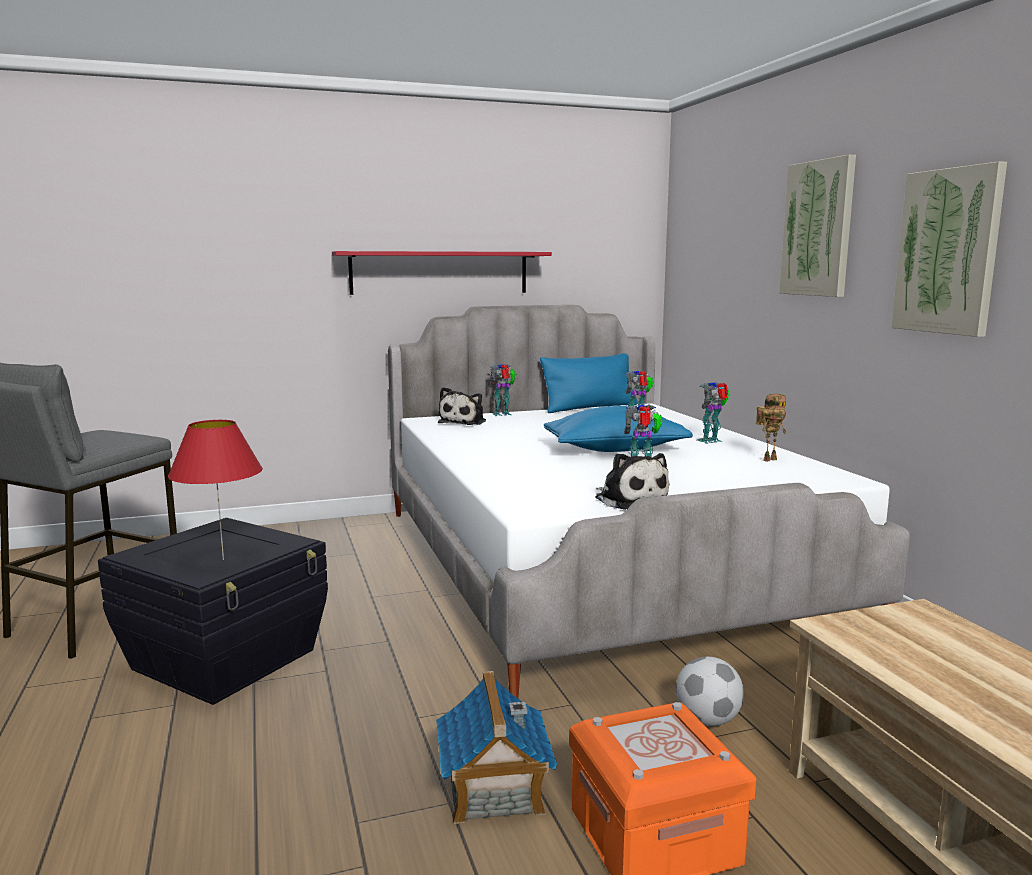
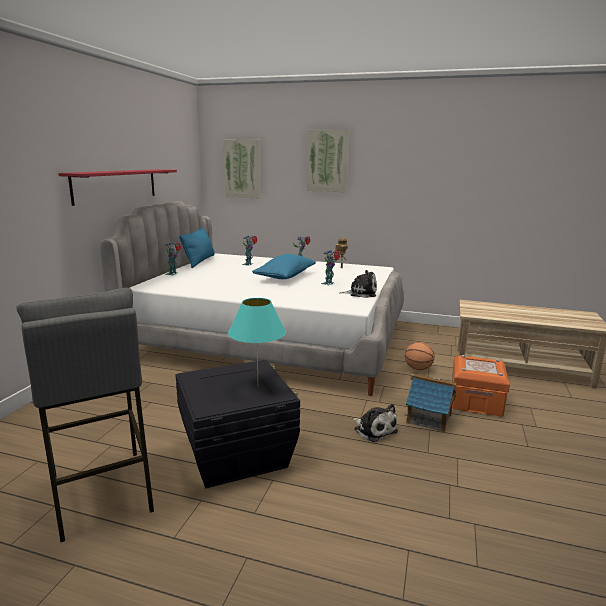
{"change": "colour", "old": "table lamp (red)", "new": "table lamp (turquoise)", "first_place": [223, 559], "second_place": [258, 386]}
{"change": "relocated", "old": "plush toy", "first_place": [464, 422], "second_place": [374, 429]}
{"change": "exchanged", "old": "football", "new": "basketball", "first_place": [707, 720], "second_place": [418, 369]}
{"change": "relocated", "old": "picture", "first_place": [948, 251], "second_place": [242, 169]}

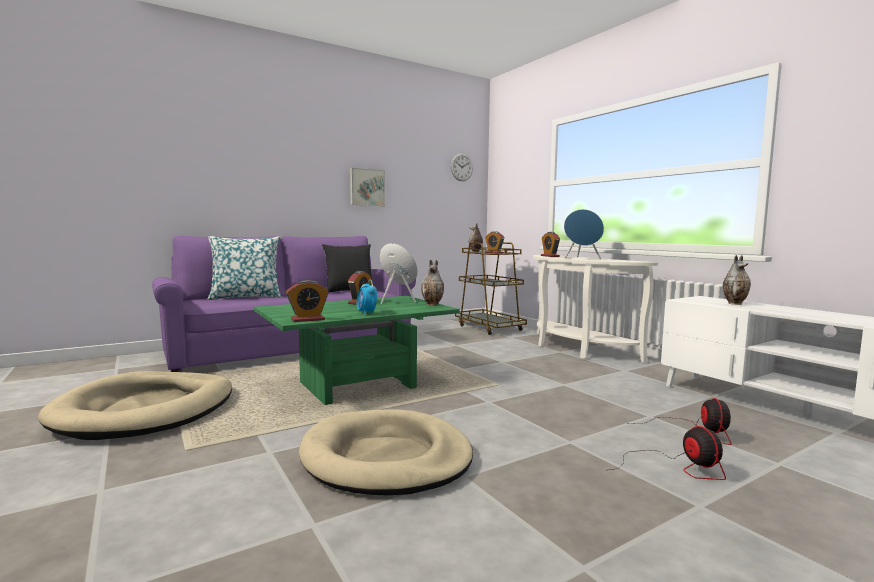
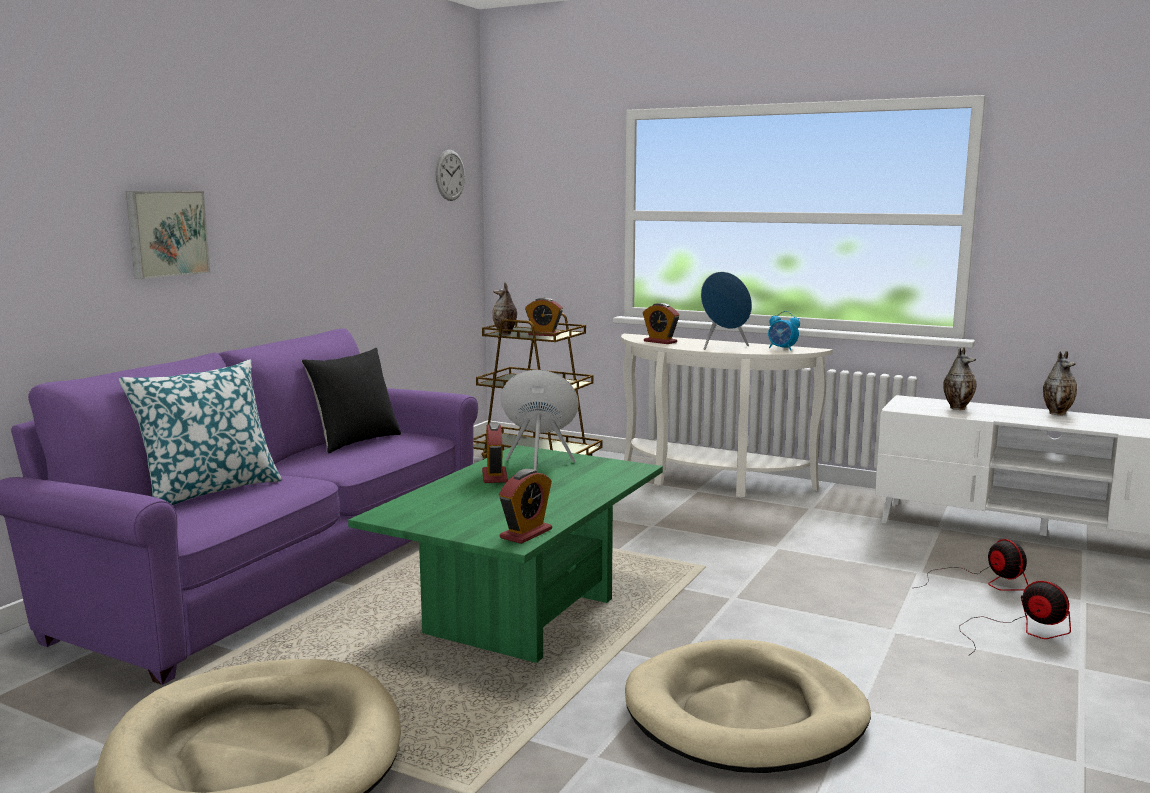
{"change": "relocated", "old": "picture", "first_place": [367, 187], "second_place": [166, 233]}
{"change": "relocated", "old": "alarm clock", "first_place": [366, 313], "second_place": [782, 349]}
{"change": "relocated", "old": "vase", "first_place": [433, 304], "second_place": [1057, 413]}

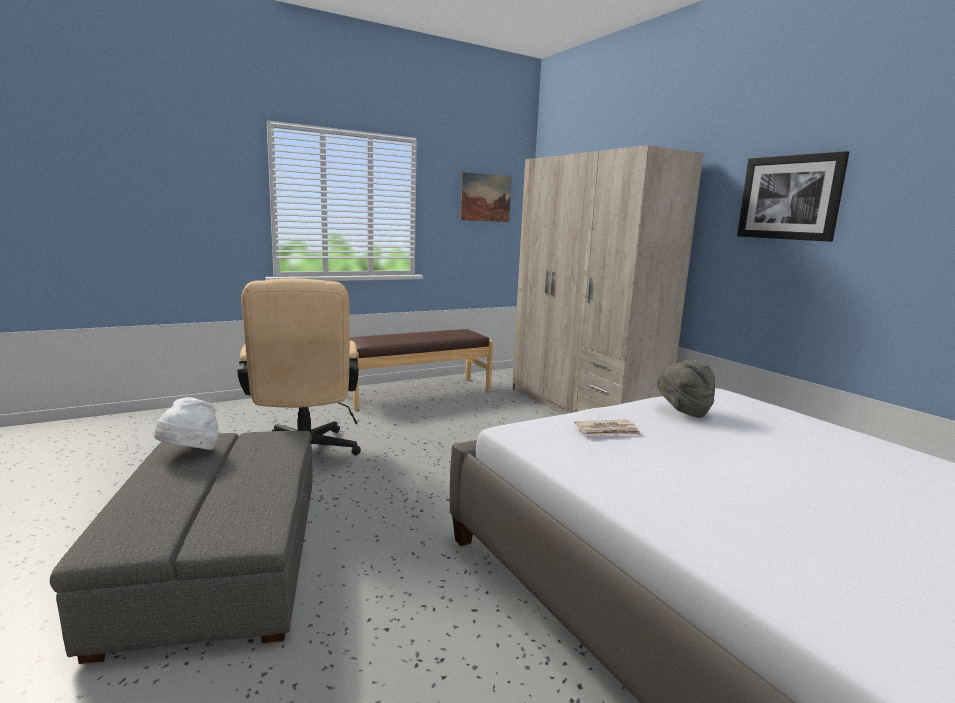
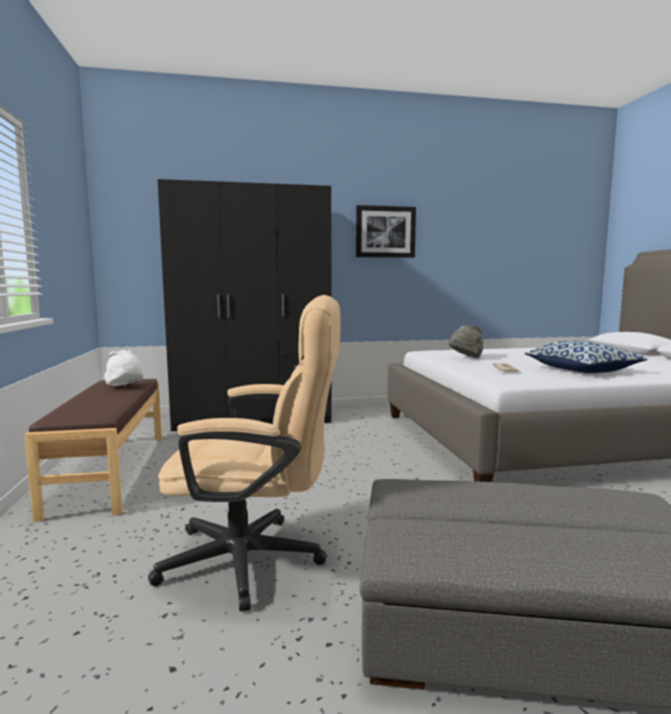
{"change": "relocated", "old": "hat (white)", "first_place": [190, 453], "second_place": [126, 387]}
{"change": "missing", "old": "picture", "first_place": [486, 197]}
{"change": "colour", "old": "wardrobe (beige)", "new": "wardrobe (black)", "first_place": [582, 409], "second_place": [253, 419]}
{"change": "appeared", "new": "pillow", "second_place": [582, 370]}

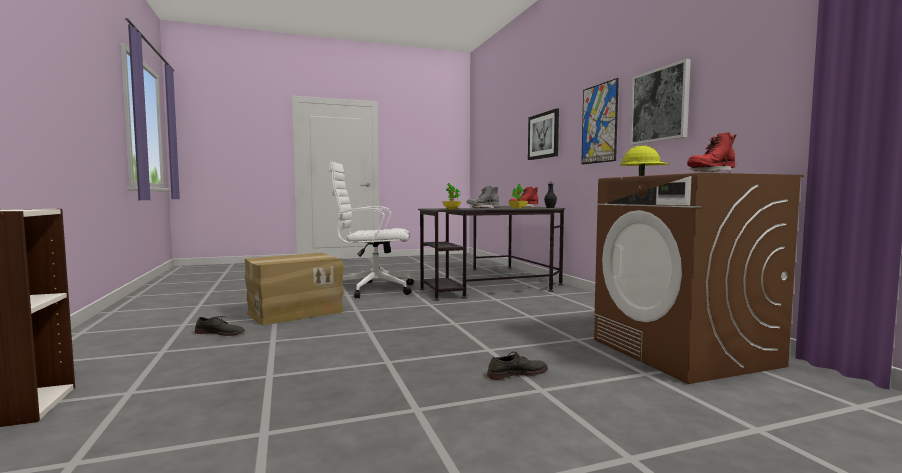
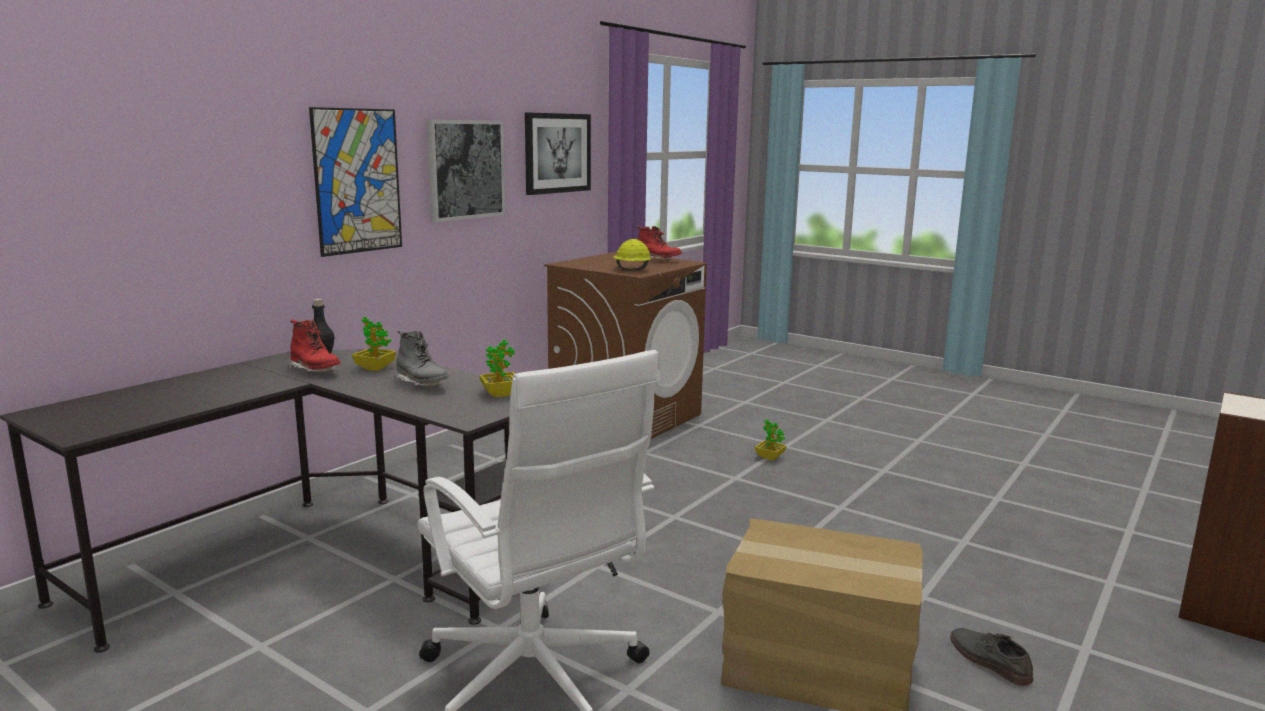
{"change": "exchanged", "old": "shoe (grey)", "new": "potted plant", "first_place": [517, 373], "second_place": [770, 457]}
{"change": "relocated", "old": "picture", "first_place": [543, 135], "second_place": [557, 153]}

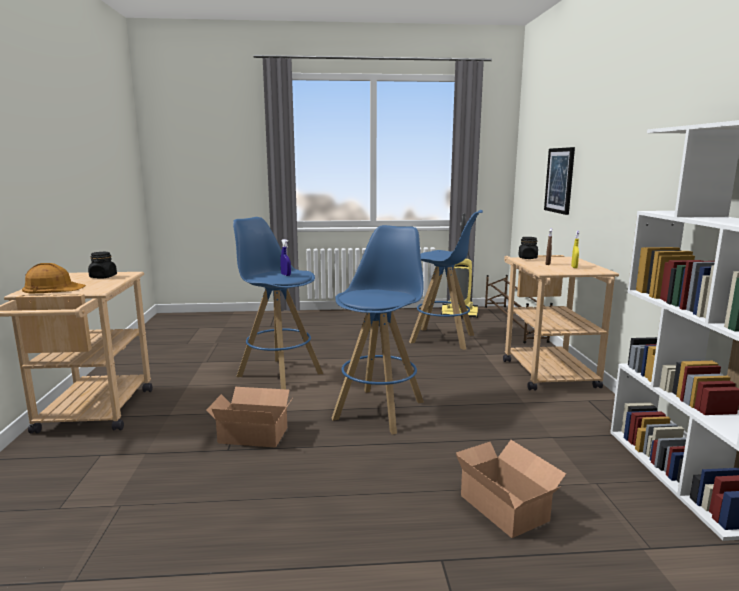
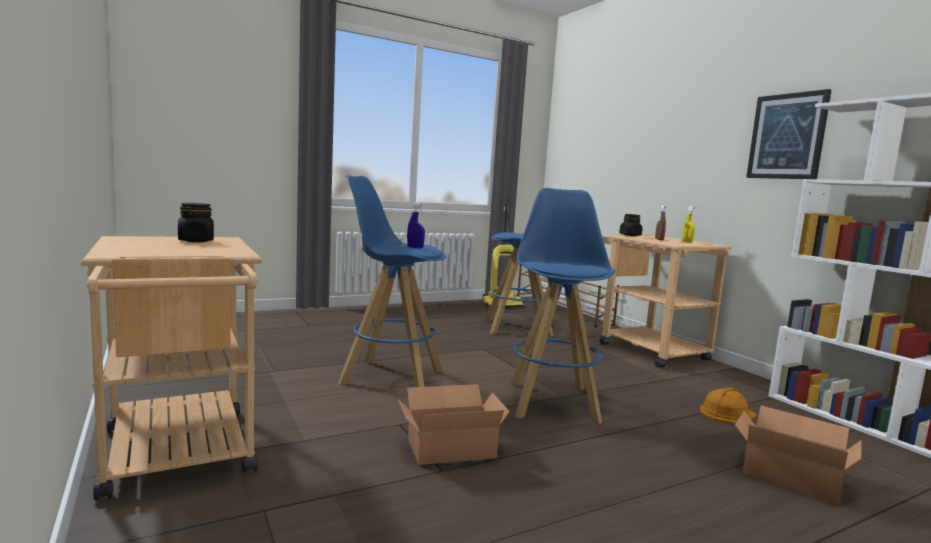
{"change": "relocated", "old": "hard hat (orange)", "first_place": [53, 288], "second_place": [727, 413]}
{"change": "relocated", "old": "picture", "first_place": [559, 180], "second_place": [787, 136]}

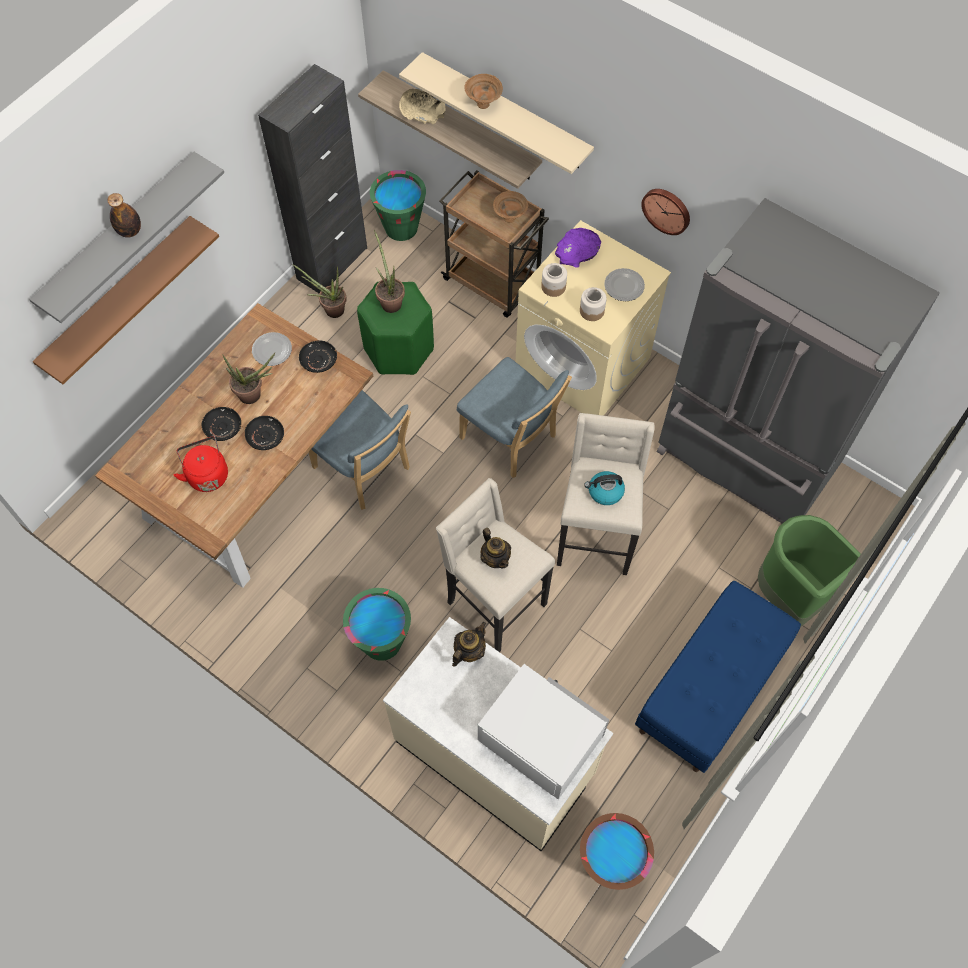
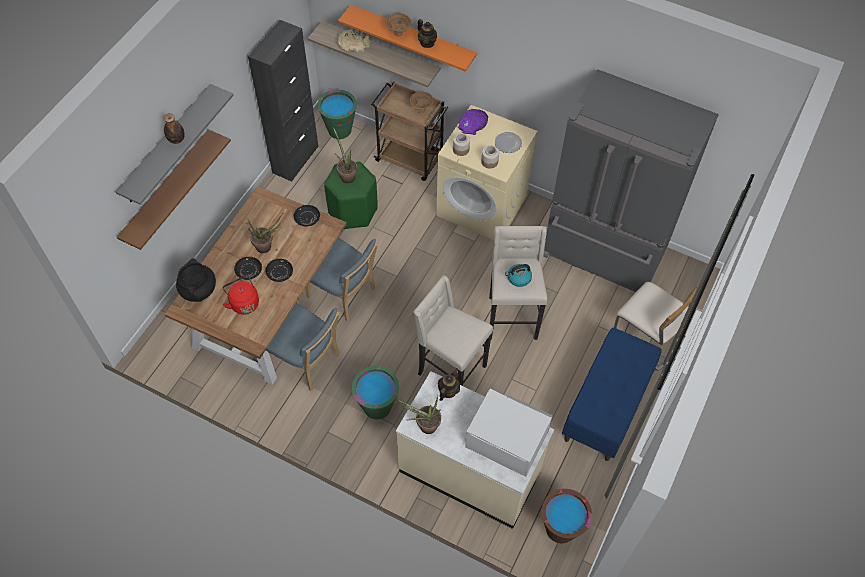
{"change": "missing", "old": "plate", "first_place": [271, 350]}
{"change": "relocated", "old": "potted plant", "first_place": [330, 309], "second_place": [424, 426]}
{"change": "colour", "old": "shelf (beige)", "new": "shelf (orange)", "first_place": [505, 112], "second_place": [413, 38]}
{"change": "relocated", "old": "chair (blue)", "first_place": [511, 439], "second_place": [307, 362]}
{"change": "relocated", "old": "teapot", "first_place": [495, 558], "second_place": [427, 43]}
{"change": "missing", "old": "wall clock", "first_place": [667, 210]}
{"change": "exchanged", "old": "trash can (green)", "new": "chair (beige)", "first_place": [789, 596], "second_place": [648, 338]}
{"change": "appeared", "new": "cooking pot (black)", "second_place": [198, 290]}

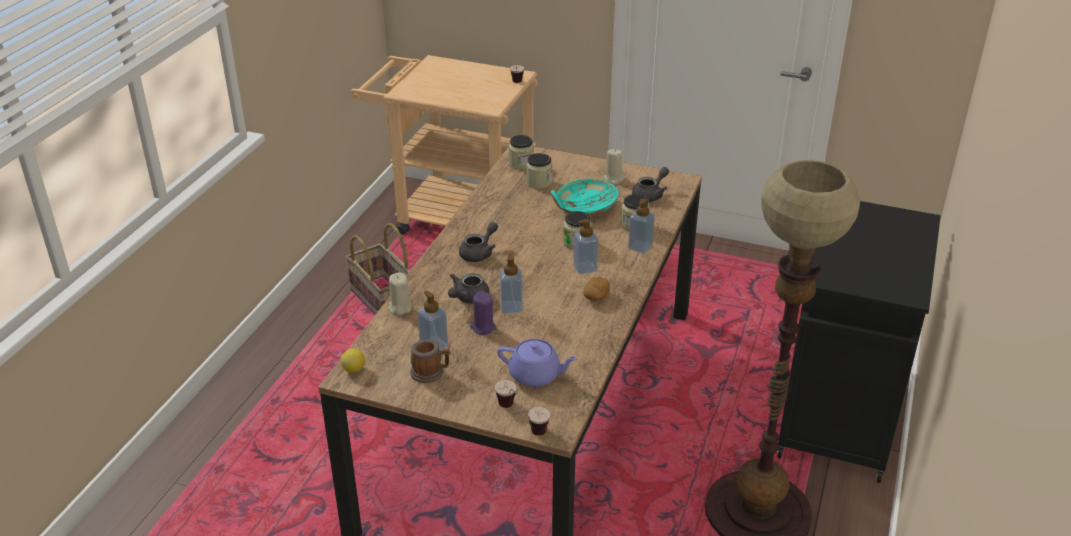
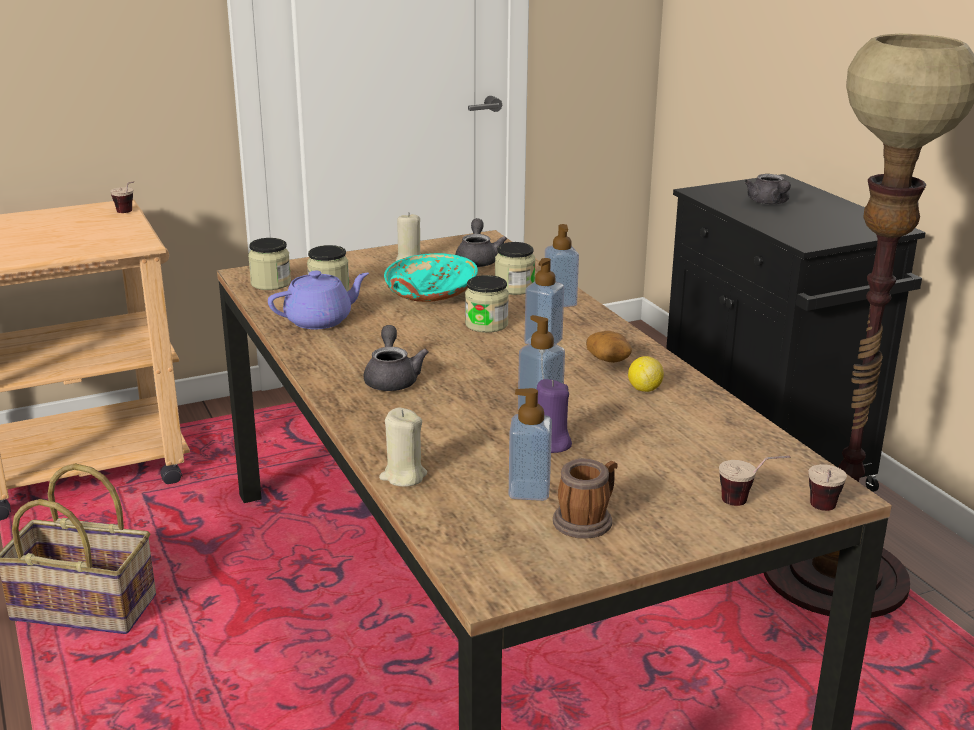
{"change": "relocated", "old": "lemon", "first_place": [354, 369], "second_place": [644, 389]}
{"change": "relocated", "old": "teapot (grey)", "first_place": [468, 298], "second_place": [769, 203]}
{"change": "relocated", "old": "teapot (purple)", "first_place": [536, 375], "second_place": [320, 320]}

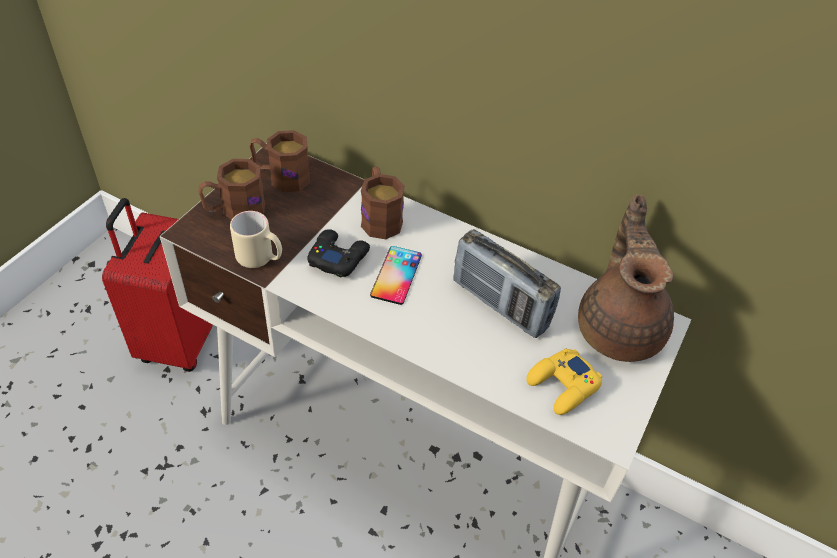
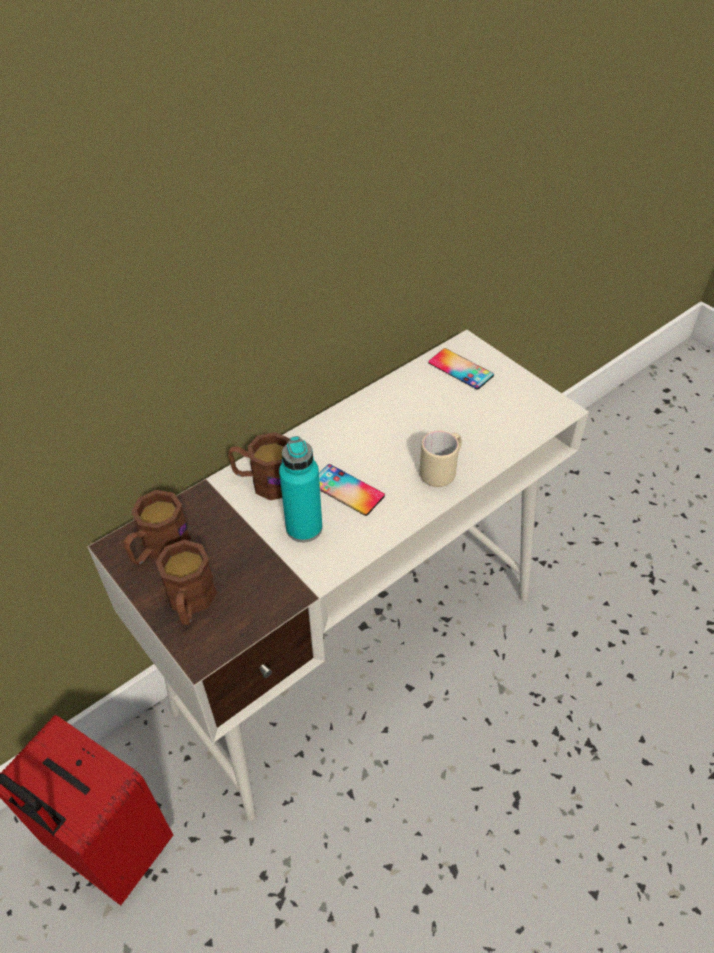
{"change": "relocated", "old": "mug (beige)", "first_place": [260, 259], "second_place": [441, 471]}
{"change": "exchanged", "old": "game controller (black)", "new": "bottle (turquoise)", "first_place": [338, 257], "second_place": [304, 528]}
{"change": "missing", "old": "radio", "first_place": [499, 304]}
{"change": "missing", "old": "game controller (yellow)", "first_place": [562, 386]}
{"change": "exchanged", "old": "teapot (brown)", "new": "phone", "first_place": [619, 327], "second_place": [460, 369]}

